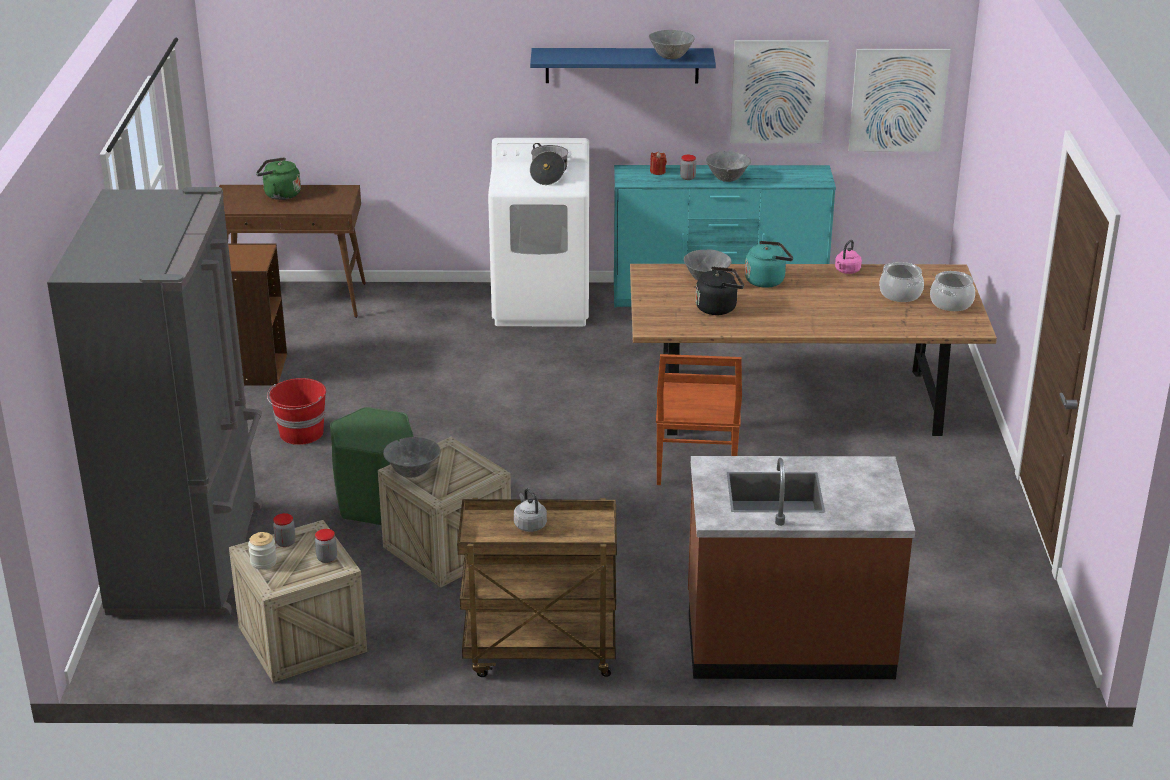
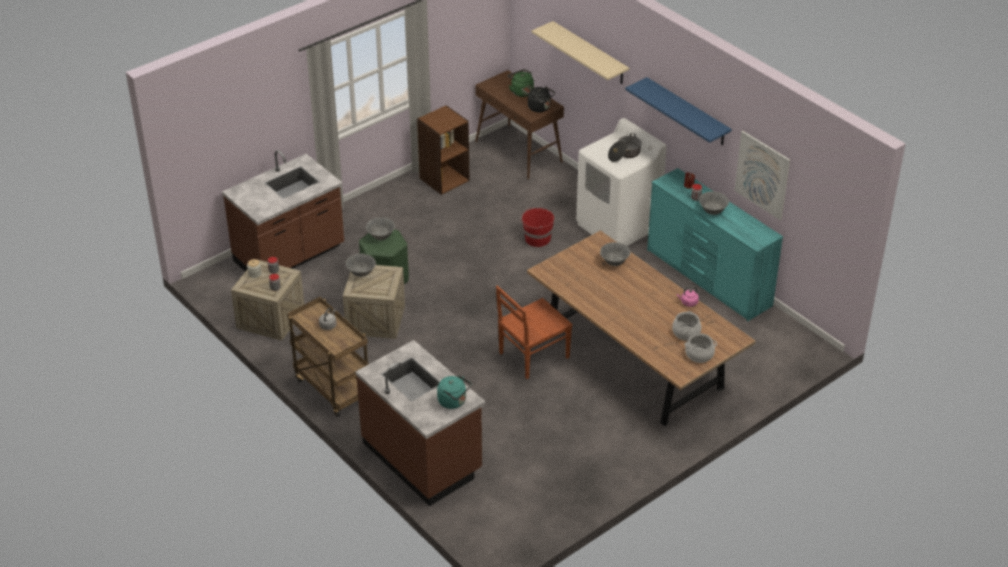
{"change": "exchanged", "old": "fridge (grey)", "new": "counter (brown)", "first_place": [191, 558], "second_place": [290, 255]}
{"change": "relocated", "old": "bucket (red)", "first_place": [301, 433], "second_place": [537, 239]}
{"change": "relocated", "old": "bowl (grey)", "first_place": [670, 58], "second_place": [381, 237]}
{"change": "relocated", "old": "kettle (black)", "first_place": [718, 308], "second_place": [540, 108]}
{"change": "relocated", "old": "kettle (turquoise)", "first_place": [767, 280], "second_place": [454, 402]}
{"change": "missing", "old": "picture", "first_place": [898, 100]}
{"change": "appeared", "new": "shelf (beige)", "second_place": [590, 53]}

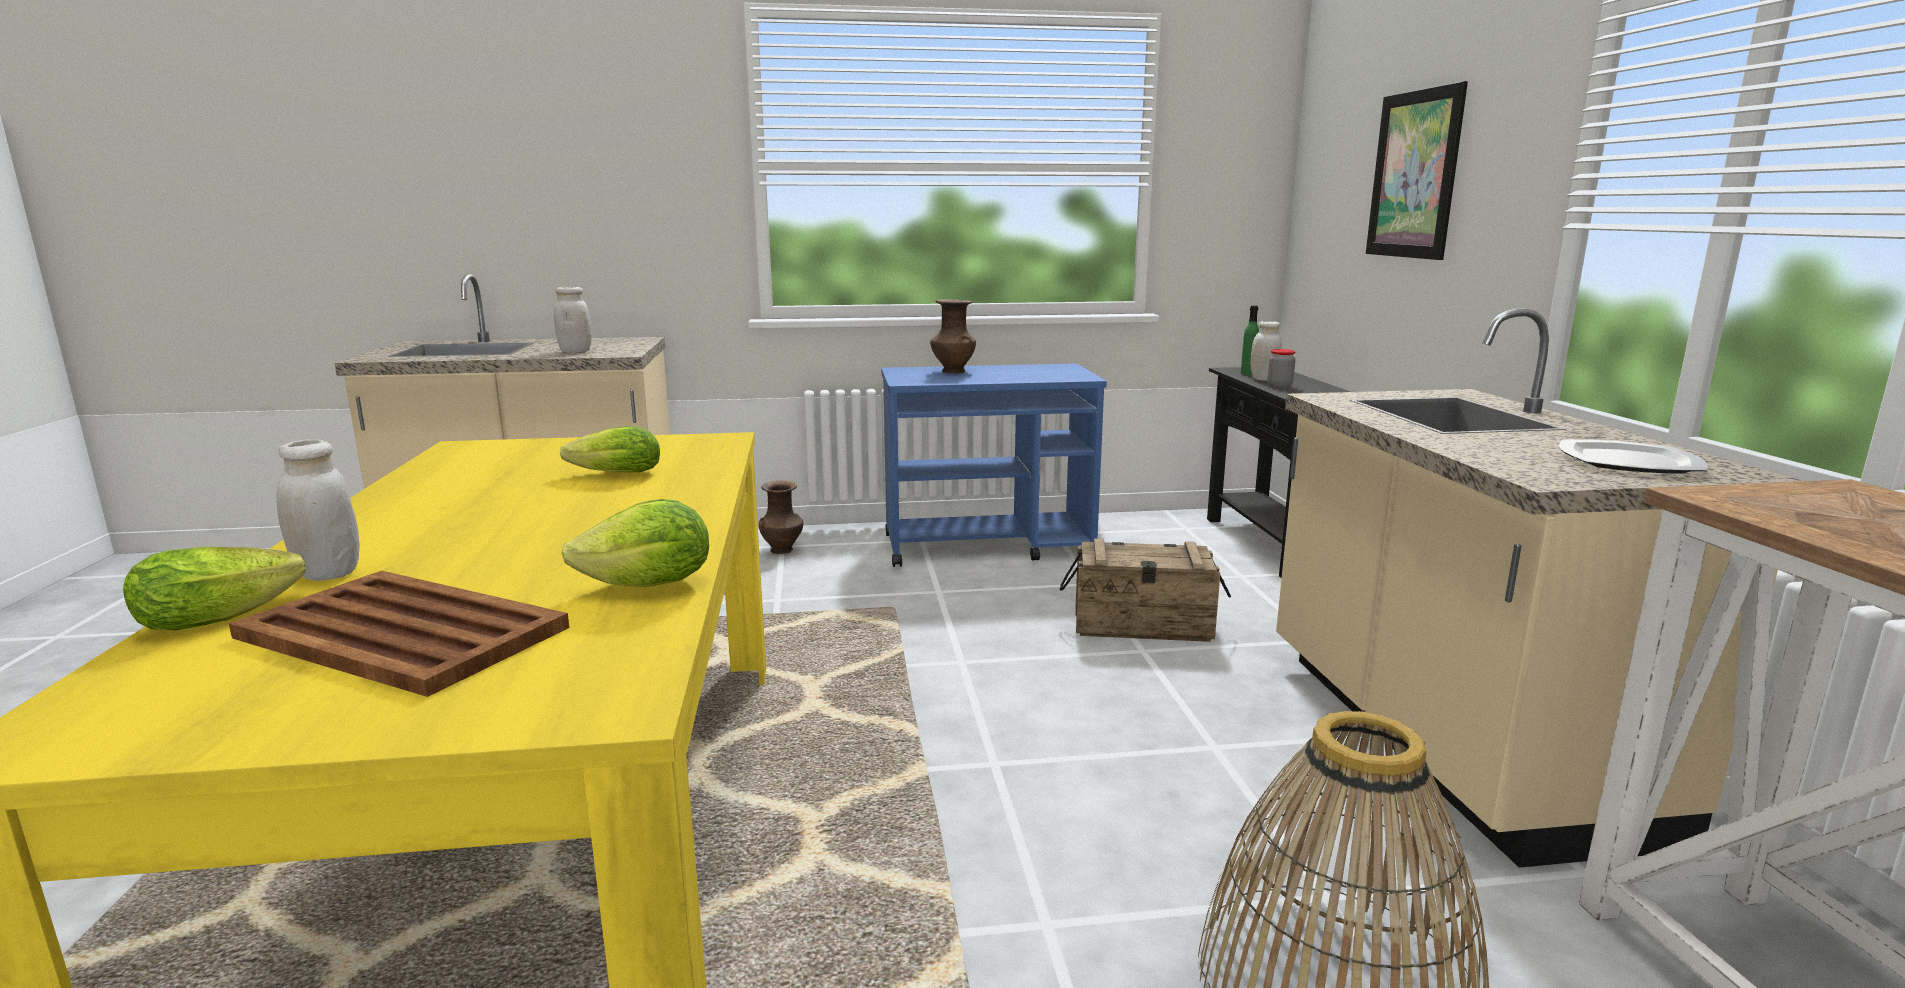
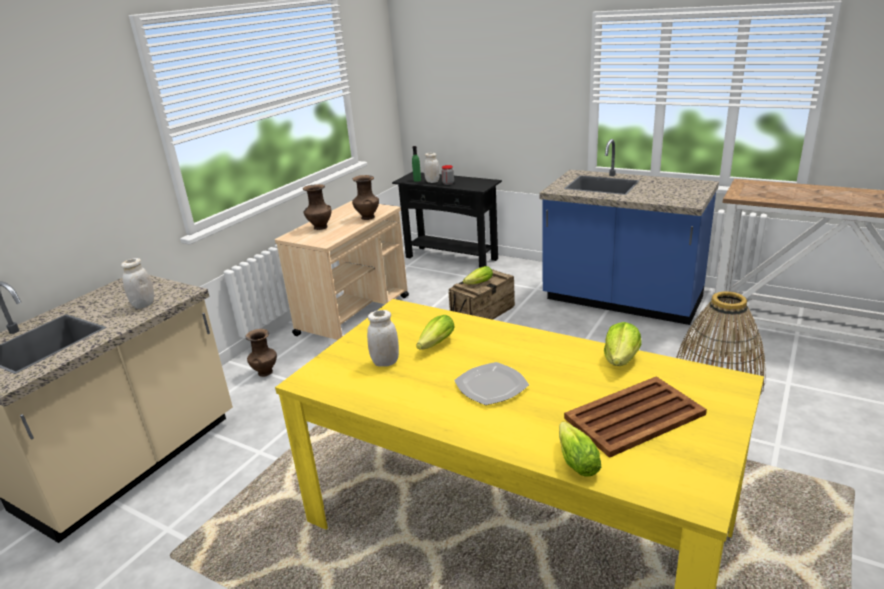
{"change": "relocated", "old": "jar (white)", "first_place": [328, 573], "second_place": [385, 362]}
{"change": "colour", "old": "cart (blue)", "new": "cart (beige)", "first_place": [989, 546], "second_place": [354, 315]}
{"change": "colour", "old": "counter (beige)", "new": "counter (blue)", "first_place": [1446, 740], "second_place": [621, 301]}
{"change": "missing", "old": "picture", "first_place": [1414, 175]}
{"change": "relocated", "old": "plate", "first_place": [1626, 461], "second_place": [490, 386]}
{"change": "appeared", "new": "vase (brown)", "second_place": [367, 217]}
{"change": "appeared", "new": "lettuce", "second_place": [477, 284]}

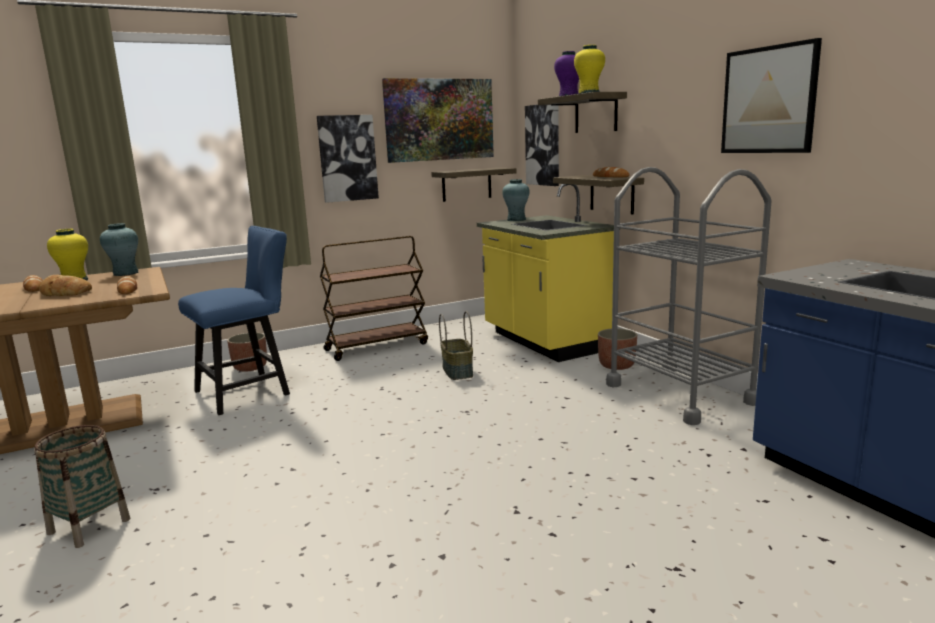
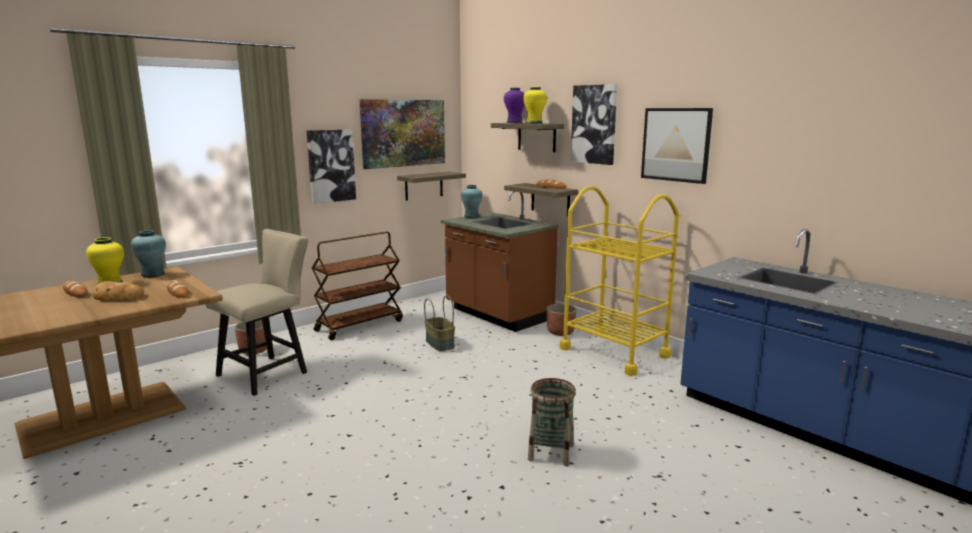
{"change": "relocated", "old": "basket", "first_place": [89, 526], "second_place": [551, 452]}
{"change": "colour", "old": "chair (blue)", "new": "chair (beige)", "first_place": [249, 391], "second_place": [268, 372]}
{"change": "colour", "old": "counter (yellow)", "new": "counter (brown)", "first_place": [545, 341], "second_place": [497, 314]}
{"change": "relocated", "old": "picture", "first_place": [543, 145], "second_place": [594, 124]}
{"change": "colour", "old": "cart (grey)", "new": "cart (yellow)", "first_place": [679, 394], "second_place": [614, 352]}

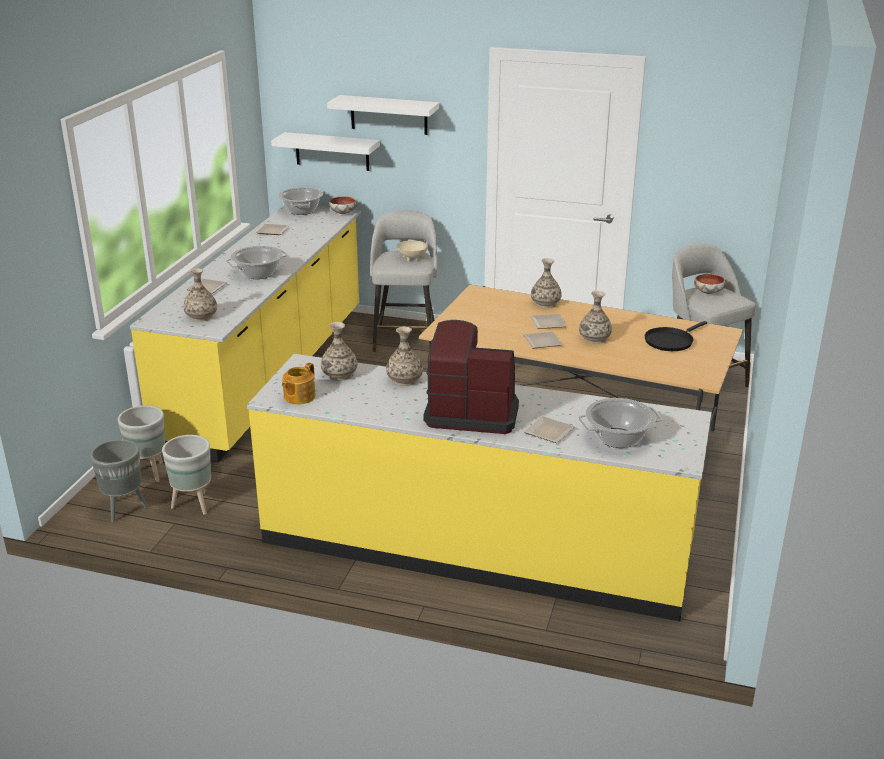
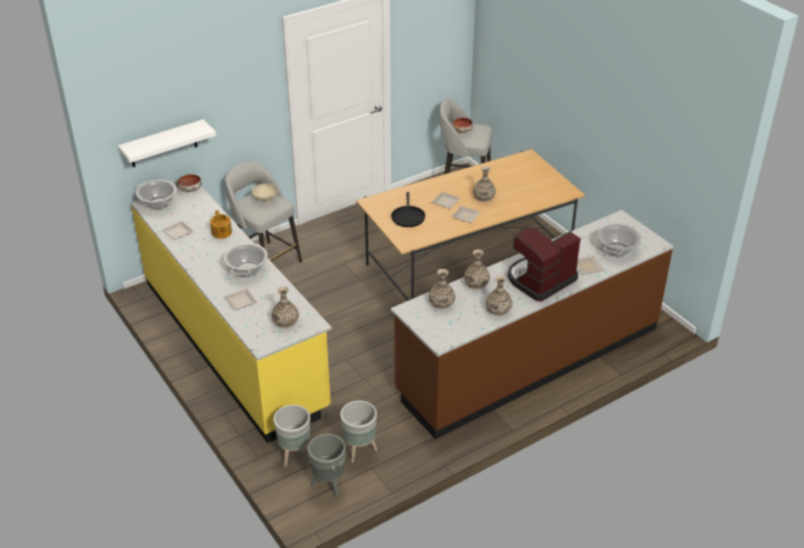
{"change": "colour", "old": "counter (yellow)", "new": "counter (brown)", "first_place": [475, 547], "second_place": [528, 360]}
{"change": "relocated", "old": "teapot", "first_place": [298, 397], "second_place": [221, 233]}
{"change": "missing", "old": "shelf (white)", "first_place": [389, 115]}
{"change": "relocated", "old": "vase", "first_place": [545, 303], "second_place": [498, 310]}
{"change": "relocated", "old": "frying pan (black)", "first_place": [670, 341], "second_place": [408, 217]}

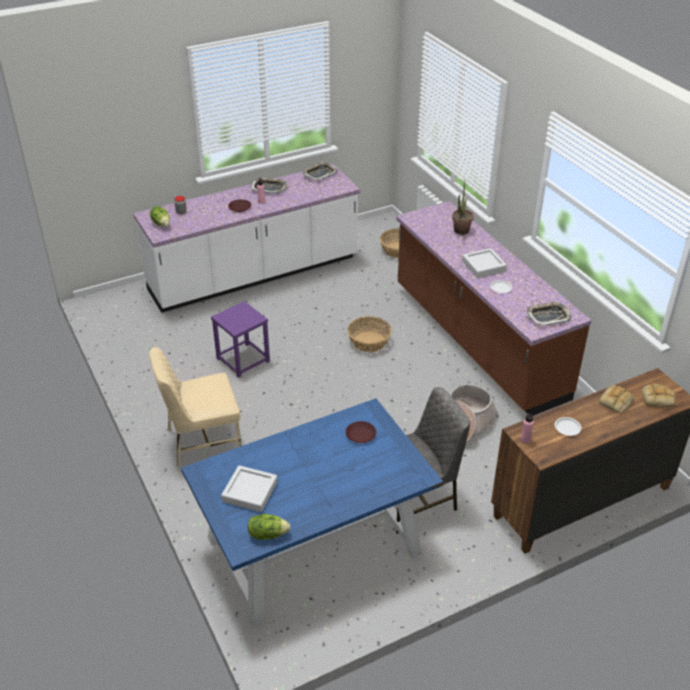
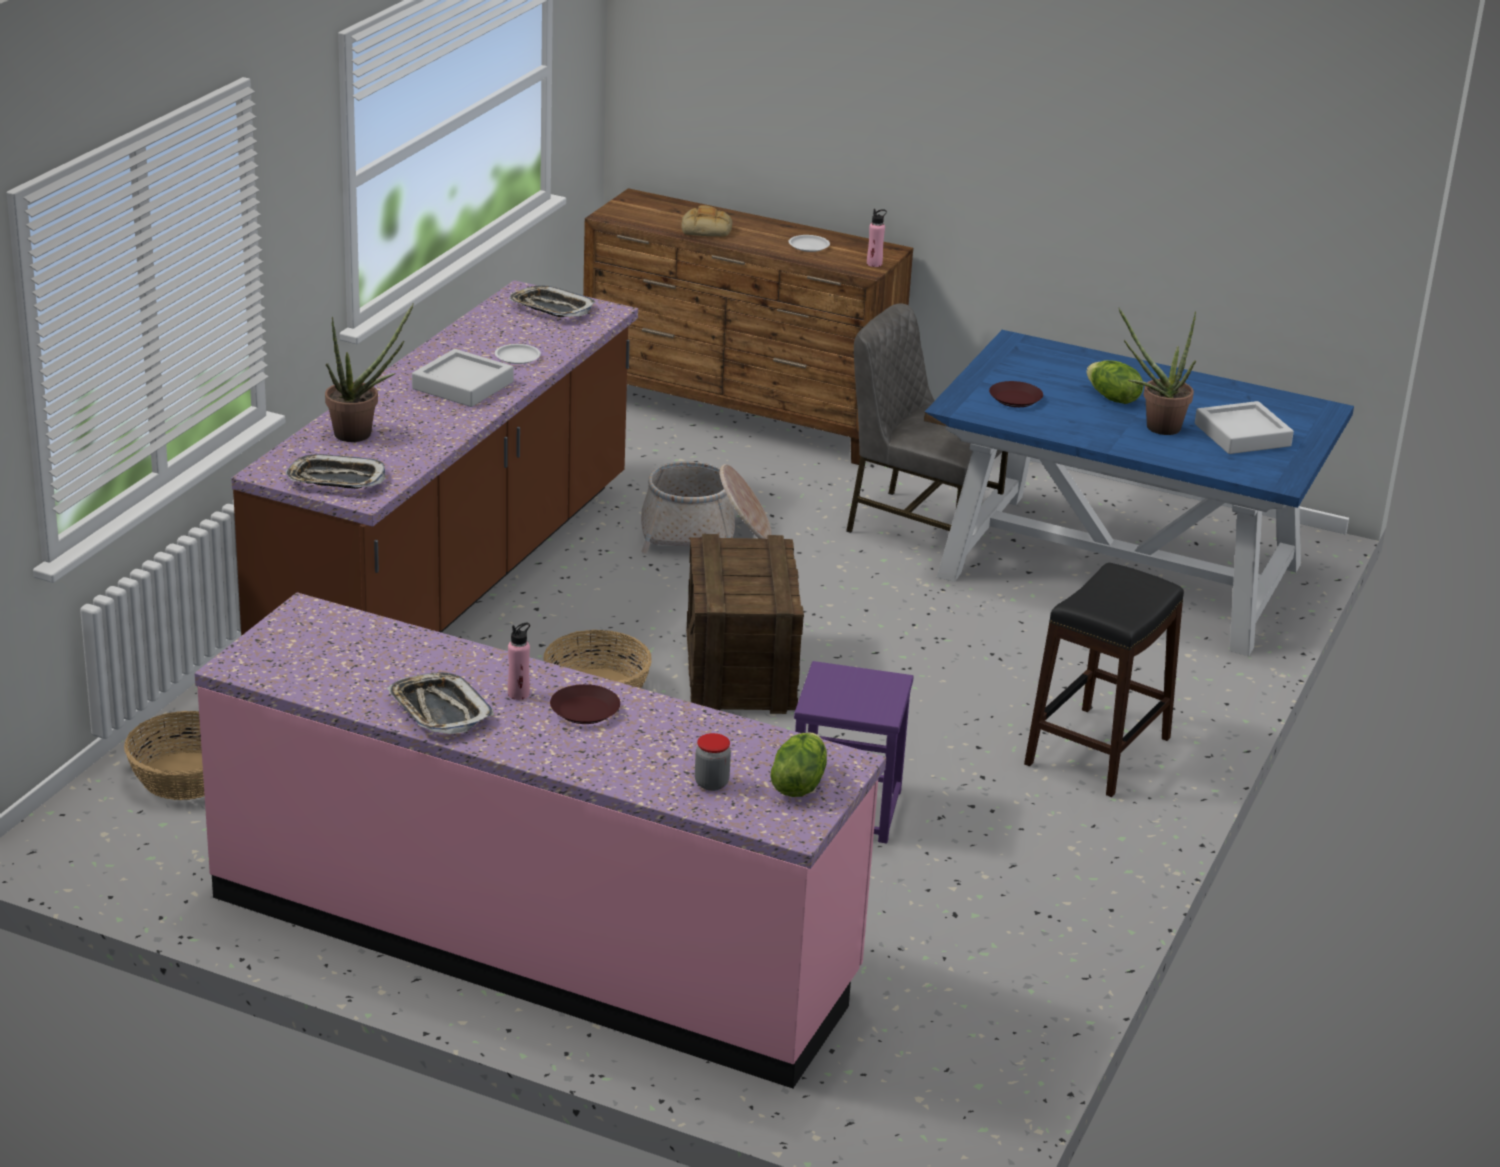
{"change": "colour", "old": "counter (white)", "new": "counter (pink)", "first_place": [254, 275], "second_place": [533, 940]}
{"change": "exchanged", "old": "chair (beige)", "new": "stool (black)", "first_place": [202, 441], "second_place": [1099, 751]}
{"change": "relocated", "old": "lettuce", "first_place": [267, 534], "second_place": [1112, 398]}
{"change": "relocated", "old": "tray", "first_place": [320, 174], "second_place": [336, 480]}
{"change": "missing", "old": "bread", "first_place": [658, 398]}
{"change": "appeared", "new": "crate", "second_place": [740, 670]}
{"change": "appeared", "new": "potted plant", "second_place": [1155, 427]}

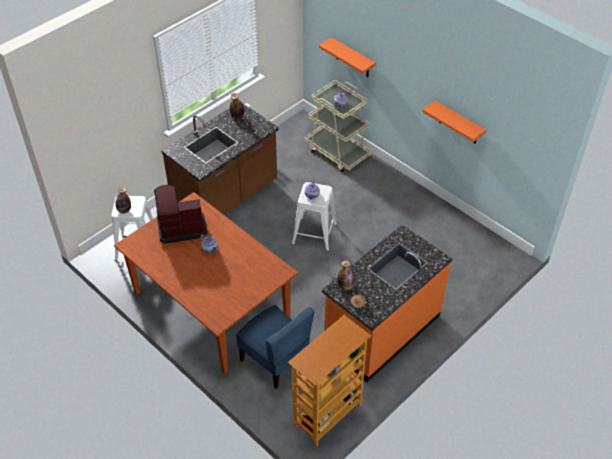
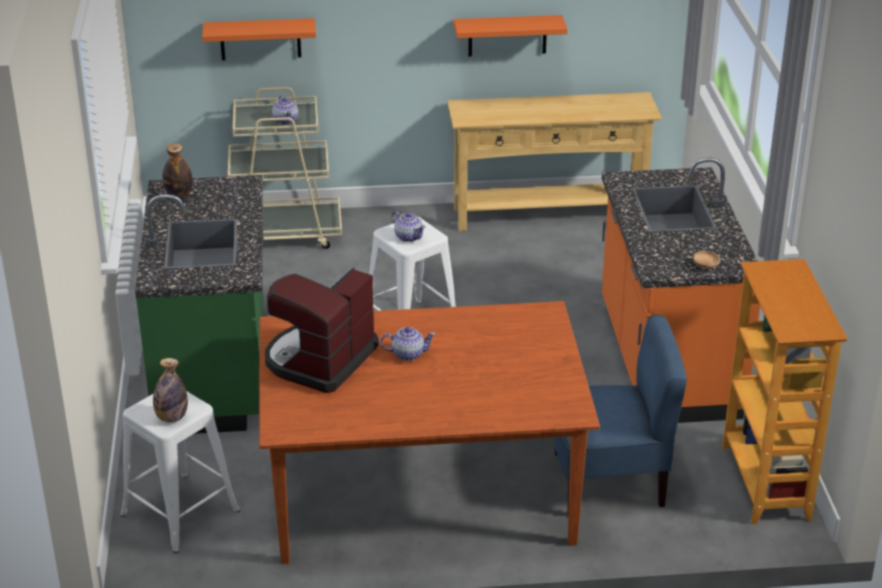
{"change": "colour", "old": "counter (brown)", "new": "counter (green)", "first_place": [226, 197], "second_place": [215, 370]}
{"change": "missing", "old": "bottle", "first_place": [346, 286]}
{"change": "appeared", "new": "console table (beige)", "second_place": [548, 214]}

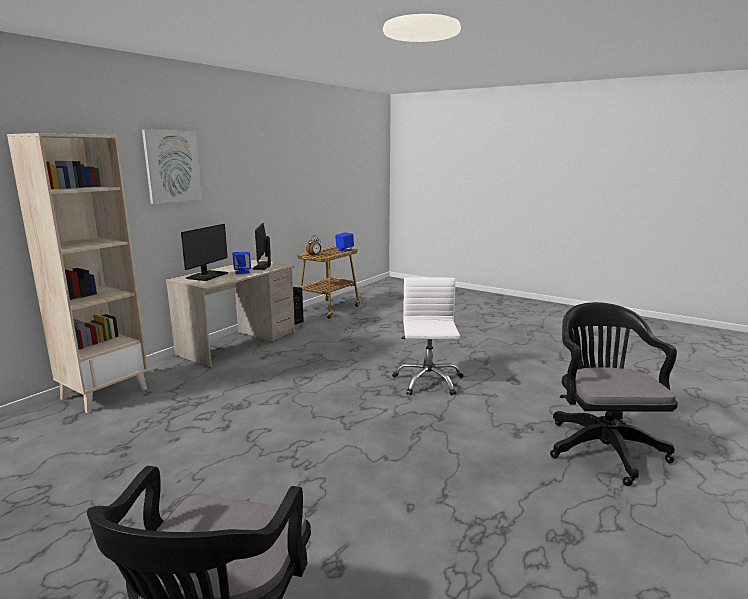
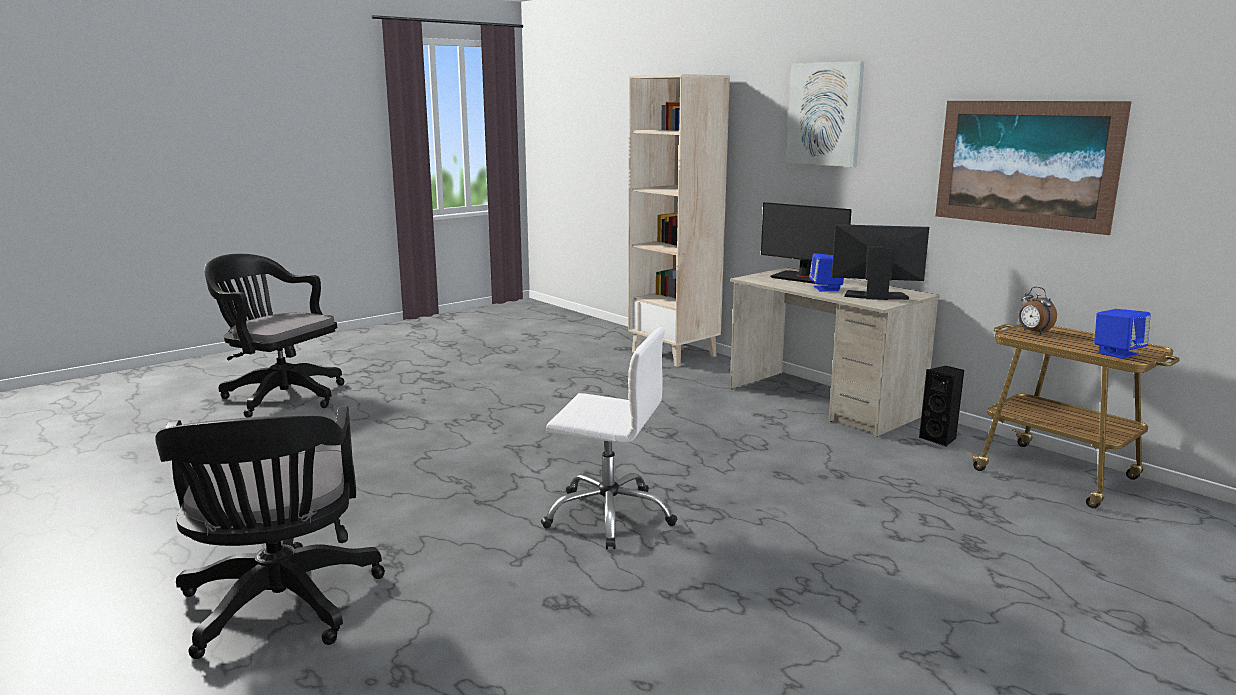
{"change": "spun", "old": "office chair (black)", "first_place": [601, 446], "second_place": [279, 609], "degrees": 60}
{"change": "appeared", "new": "picture", "second_place": [1025, 164]}

